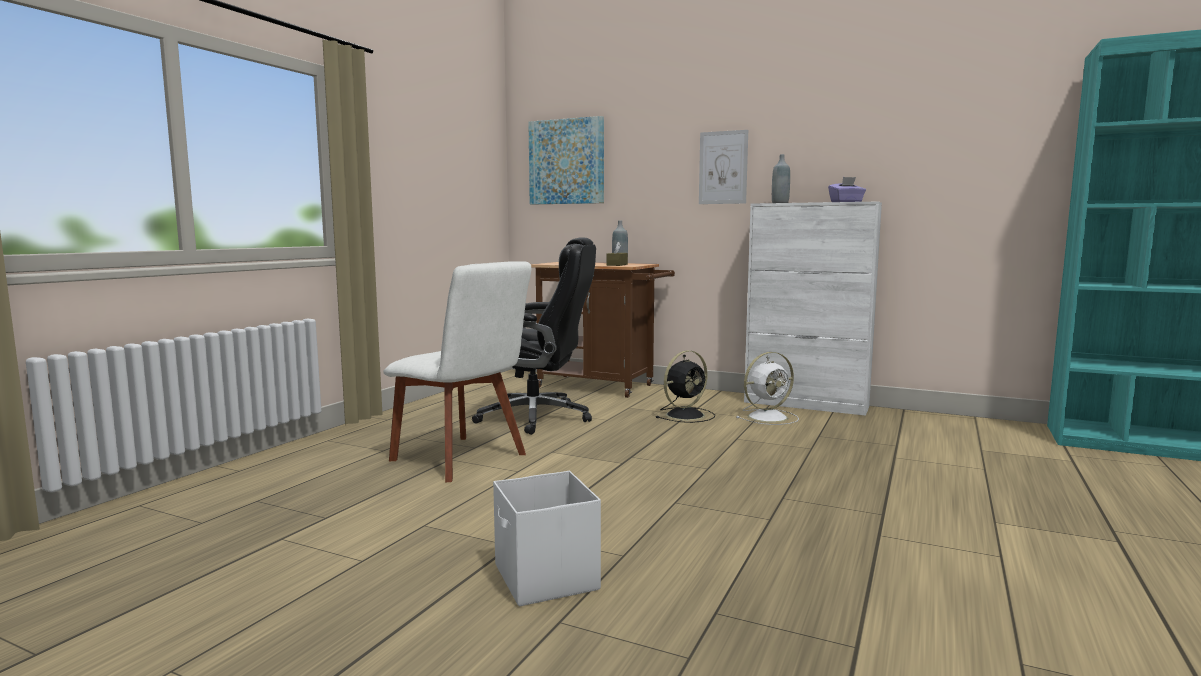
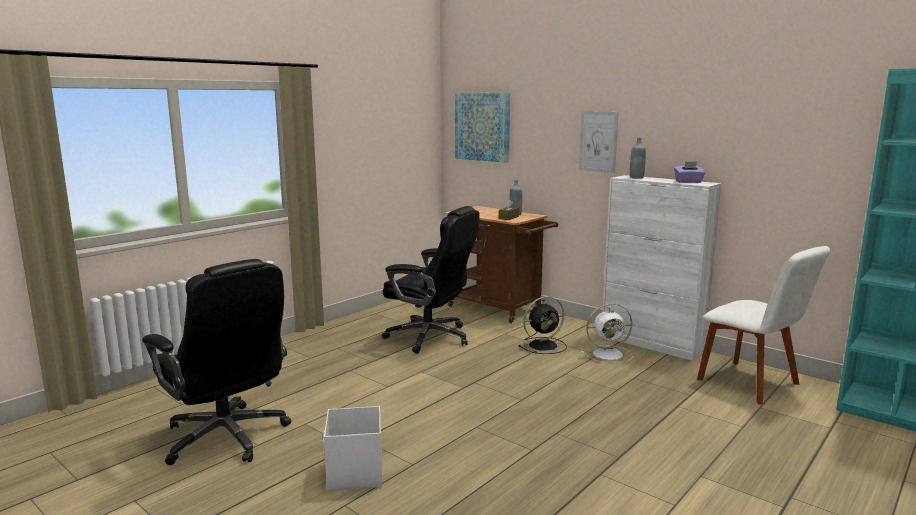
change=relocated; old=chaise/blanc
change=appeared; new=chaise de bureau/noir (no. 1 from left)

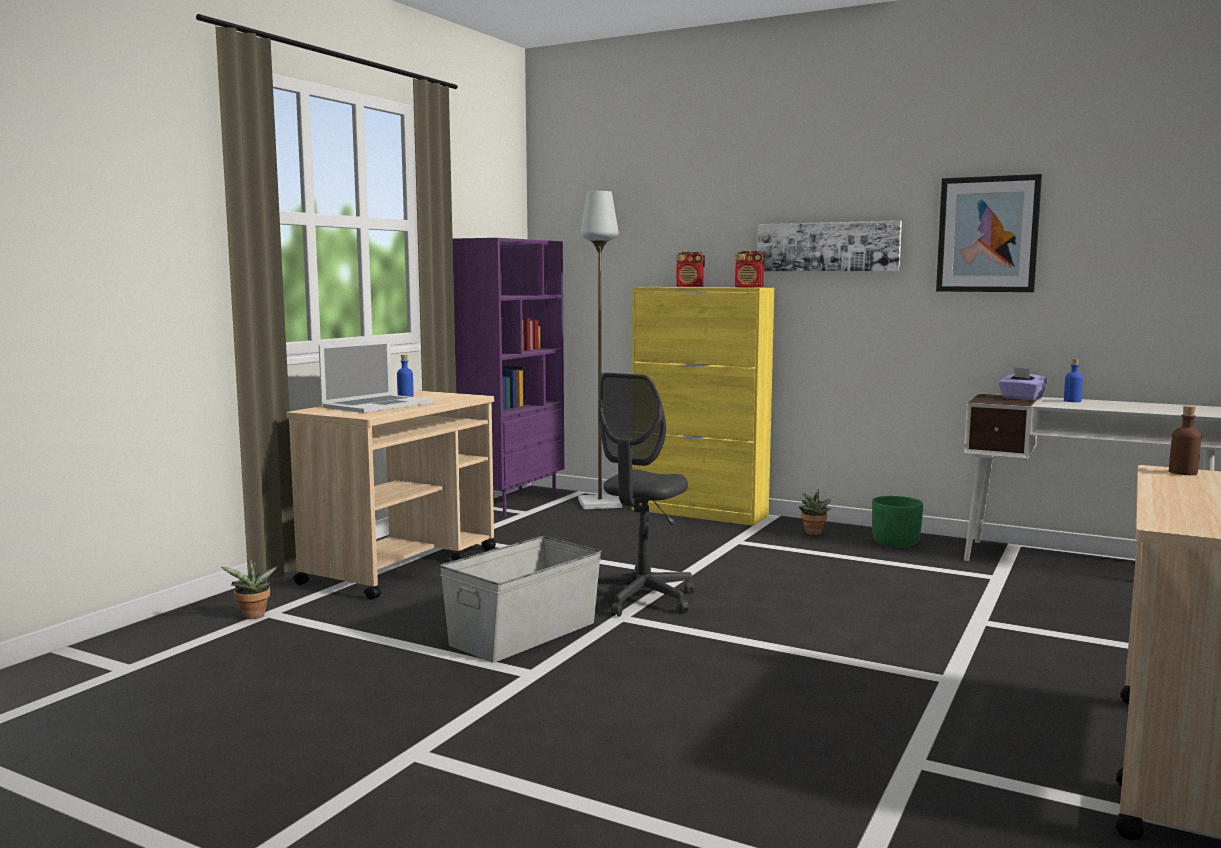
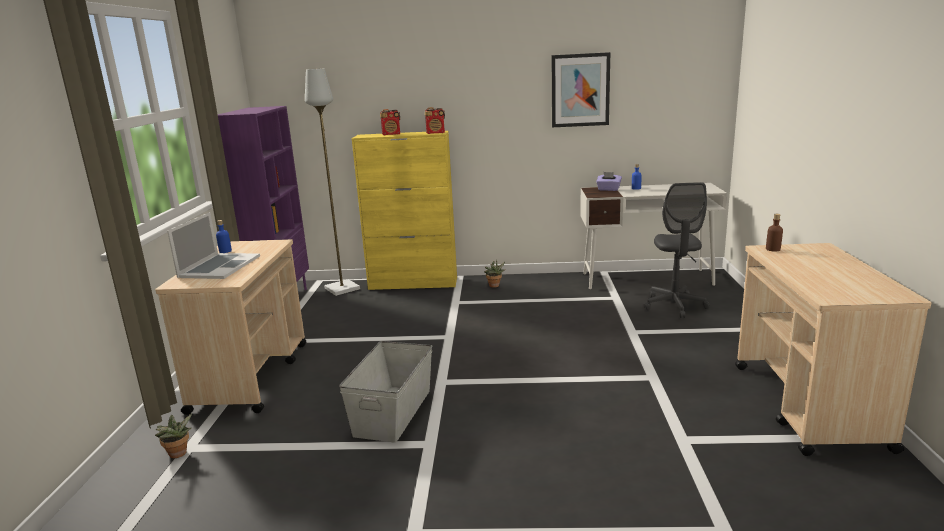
change=missing; old=tableau (no. 1 from left)
change=relocated; old=chaise de bureau/gris
change=missing; old=cache-pot/vert

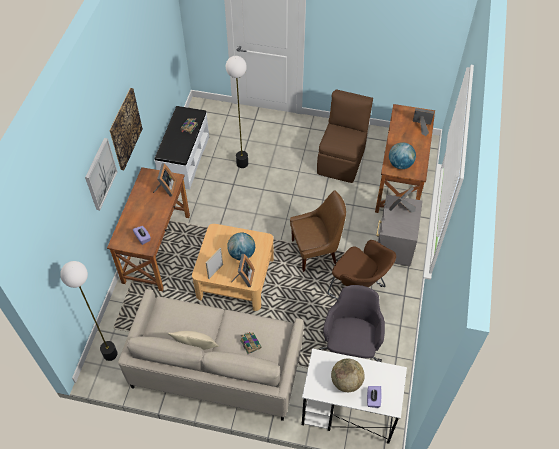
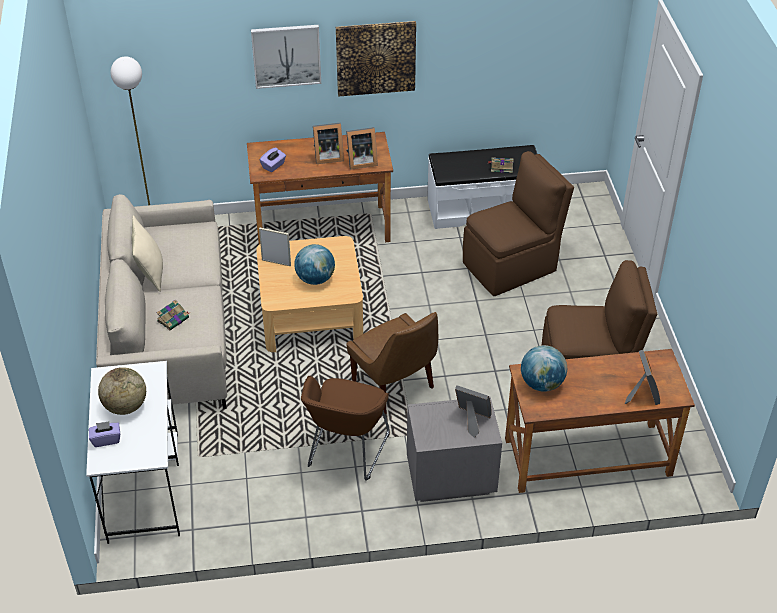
change=exchanged; old=lampadaire (no. 2 from left); new=chaise/marron (no. 2 from left)
change=relocated; old=cadre photo (no. 3 from left in the first image); new=cadre photo (no. 2 from left)
change=missing; old=chaise de bureau/gris

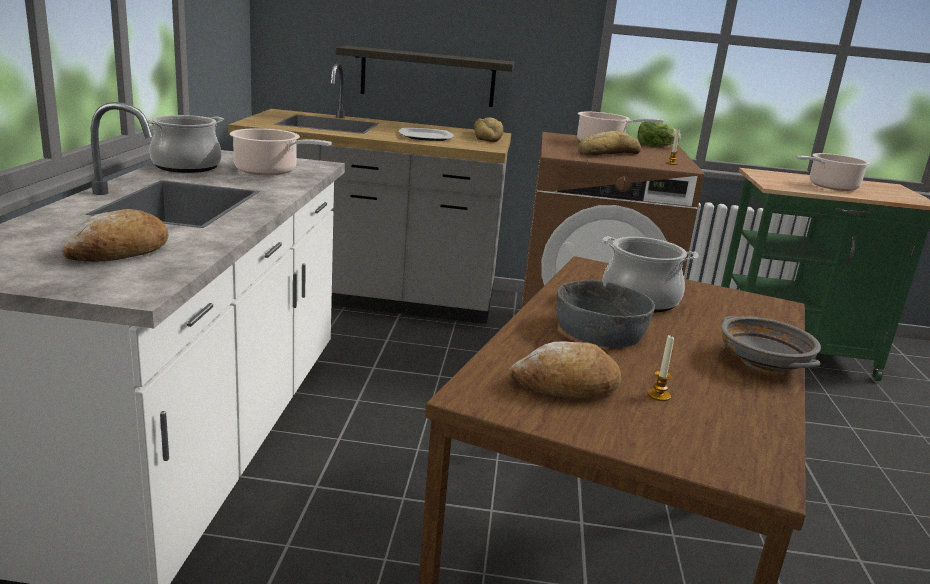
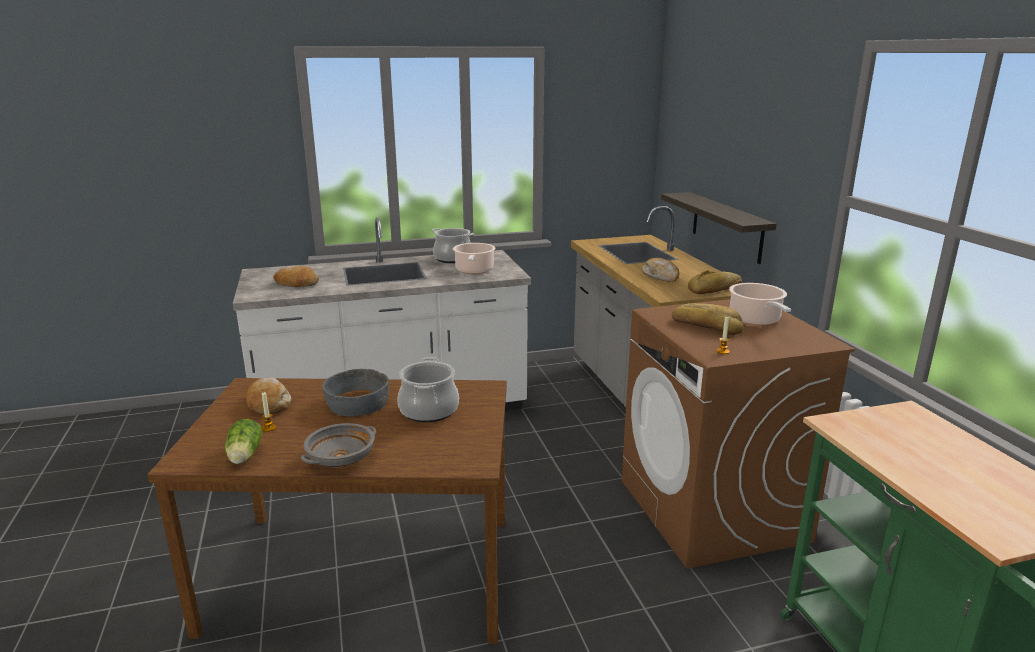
change=relocated; old=laitue
change=exchanged; old=assiette; new=pain (no. 3 from left)
change=missing; old=marmite (no. 5 from left)

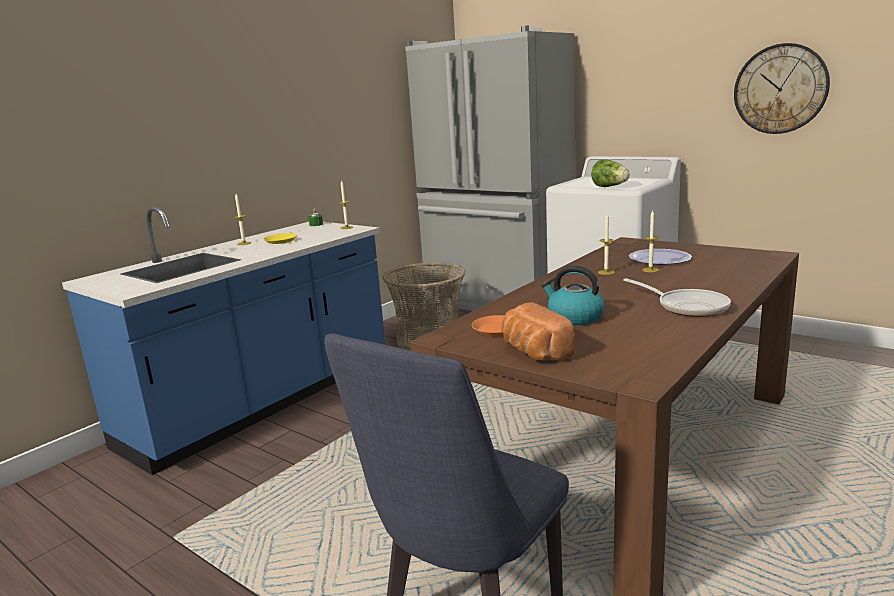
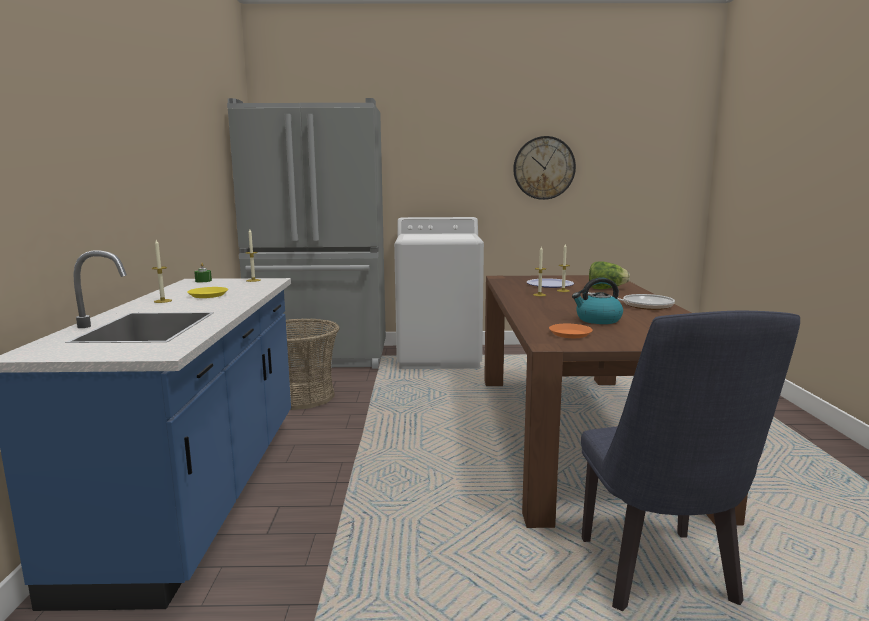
change=relocated; old=laitue
change=missing; old=pain

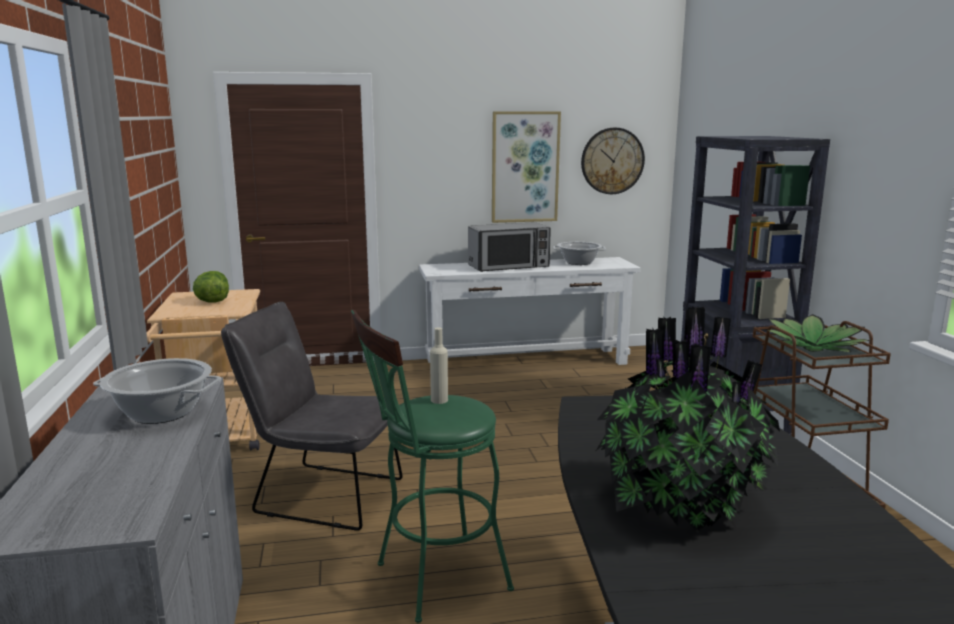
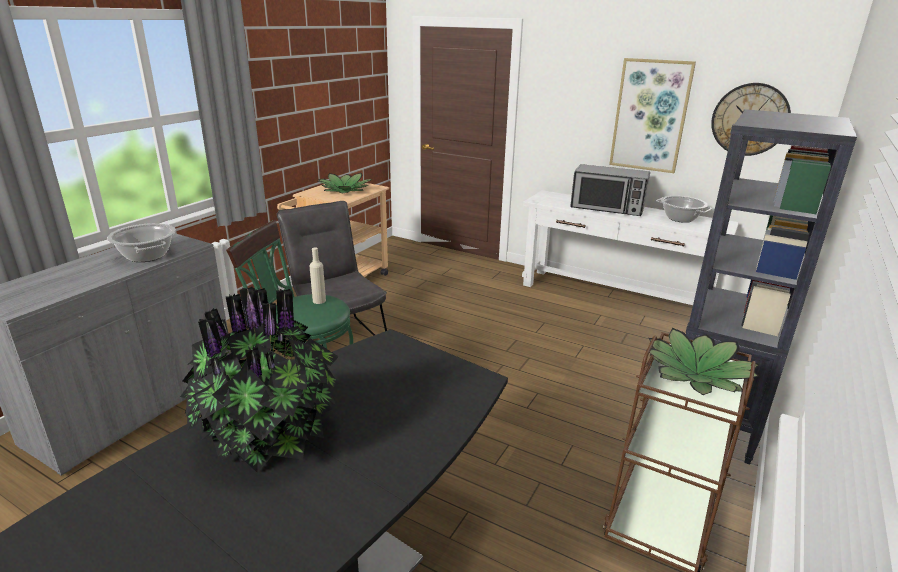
change=exchanged; old=laitue; new=plante en pot (no. 2 from left)

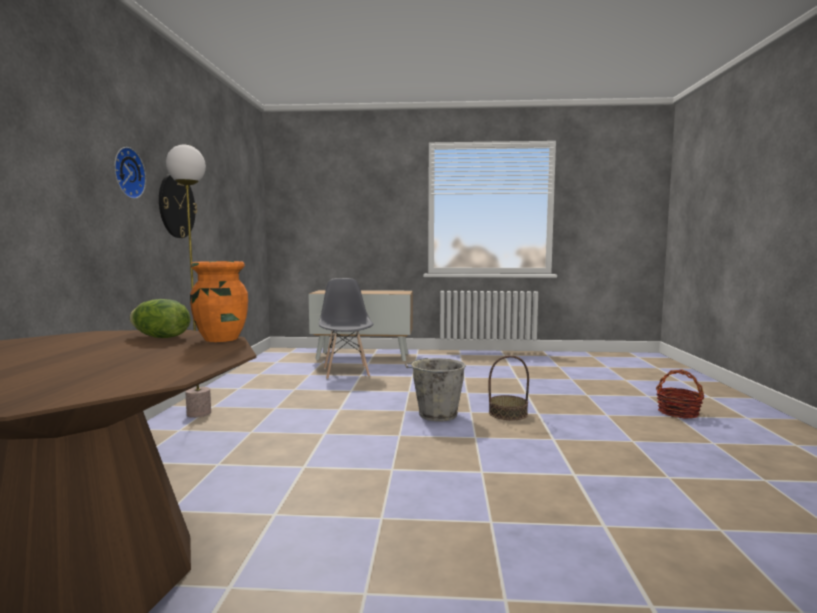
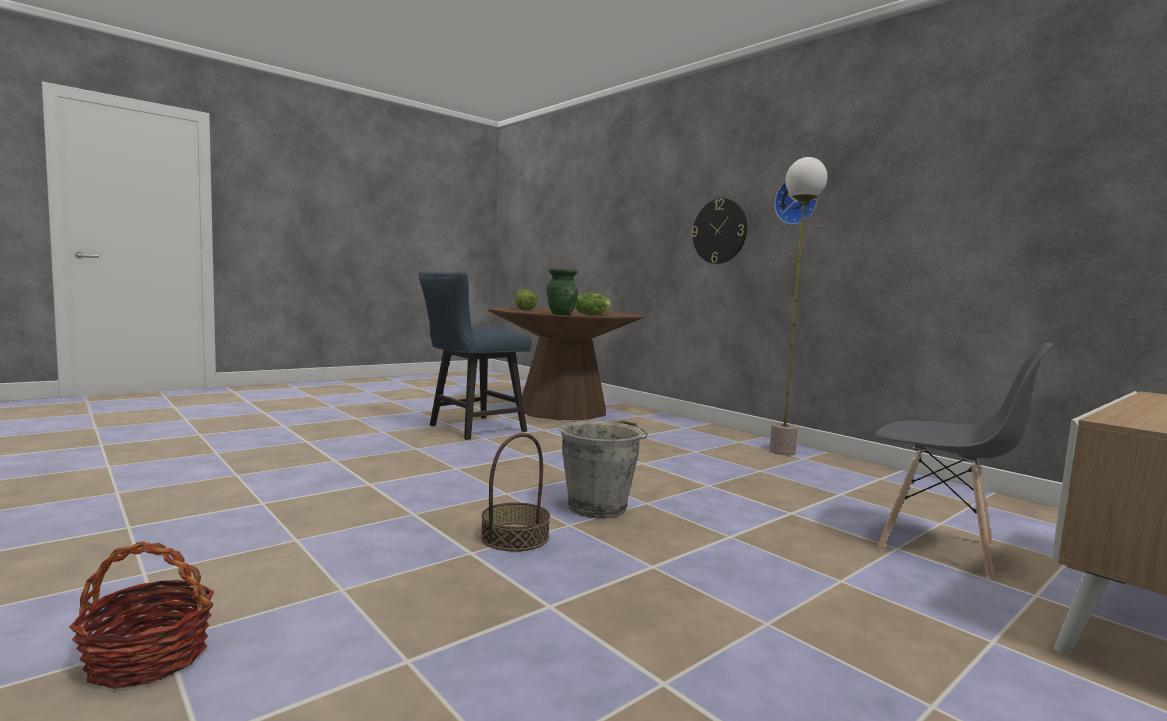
change=relocated; old=horloge murale (no. 2 from left in the first image); new=horloge murale (no. 1 from left)
change=colour; old=vase/orange; new=vase/vert
change=appeared; new=chaise/bleu
change=appeared; new=laitue (no. 1 from left)

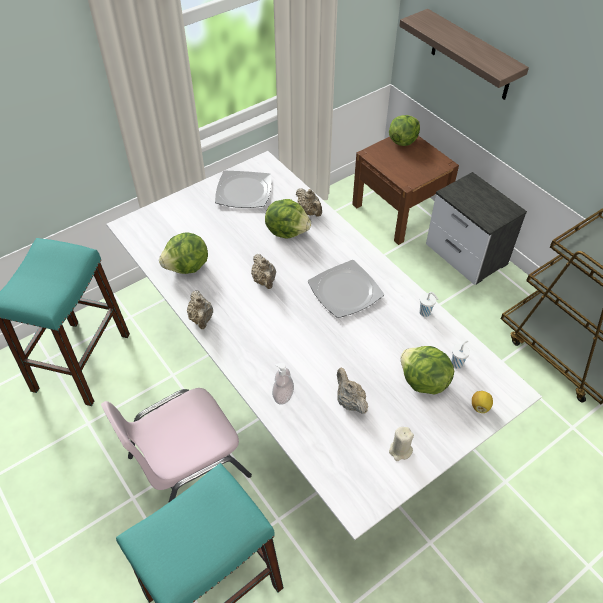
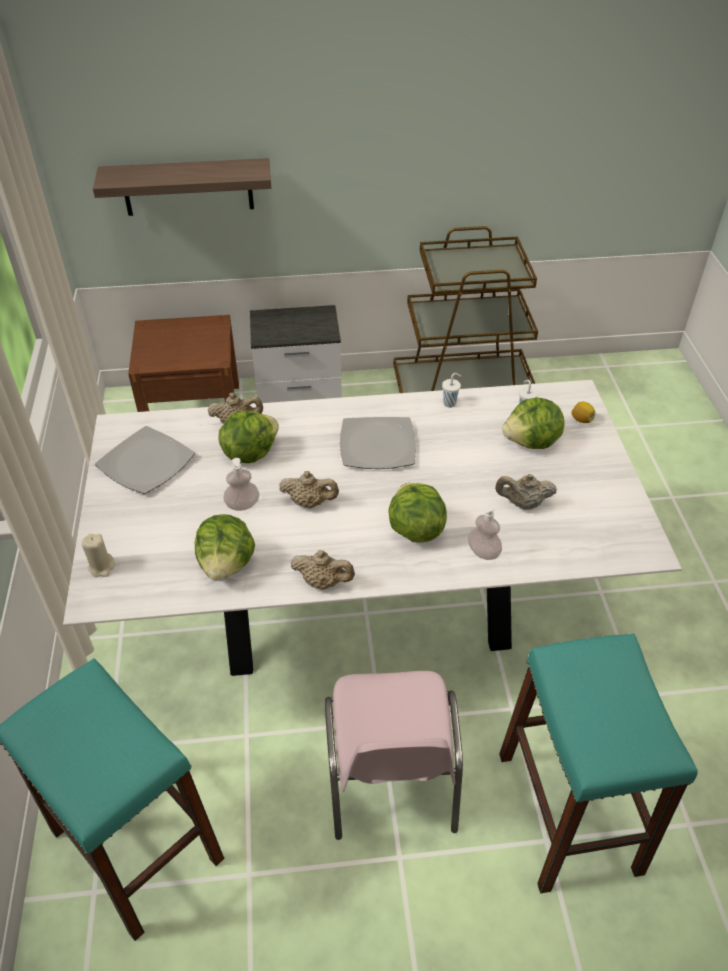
change=relocated; old=laitue (no. 3 from left)
change=relocated; old=bougie/beige
change=appeared; new=distributeur de savon (no. 1 from left)

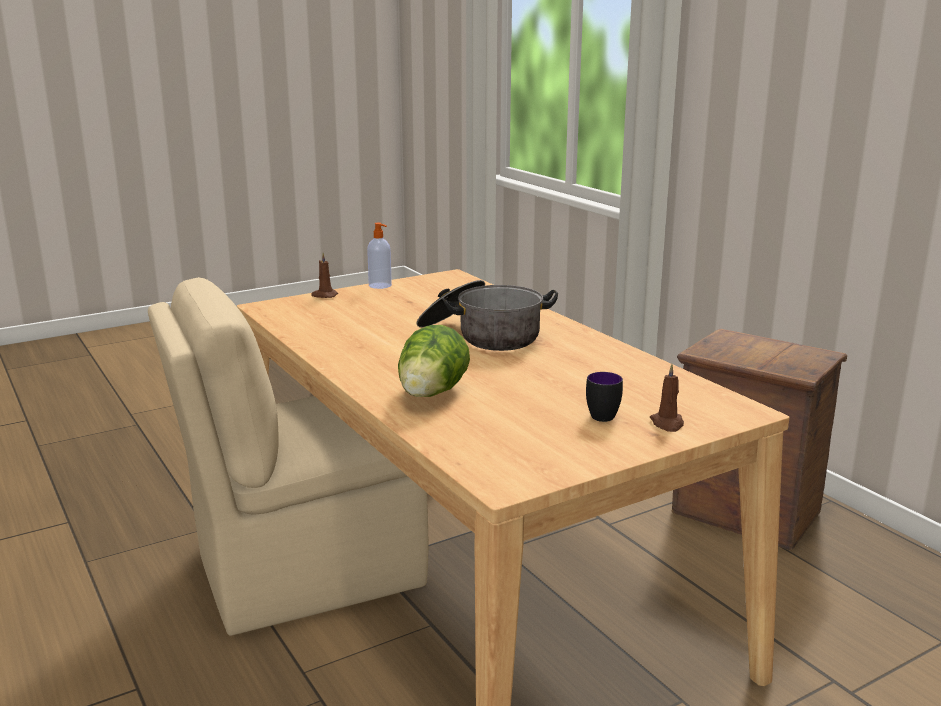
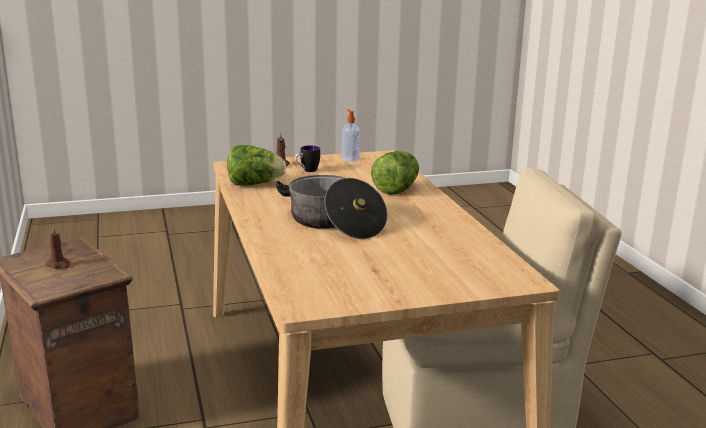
change=relocated; old=distributeur de savon
change=relocated; old=bougie/marron (no. 1 from left)
change=appeared; new=laitue (no. 1 from left)

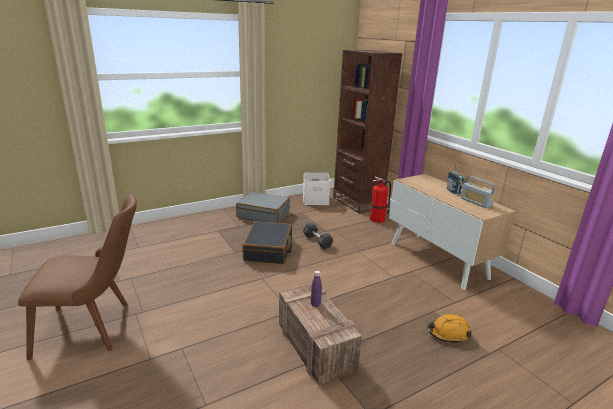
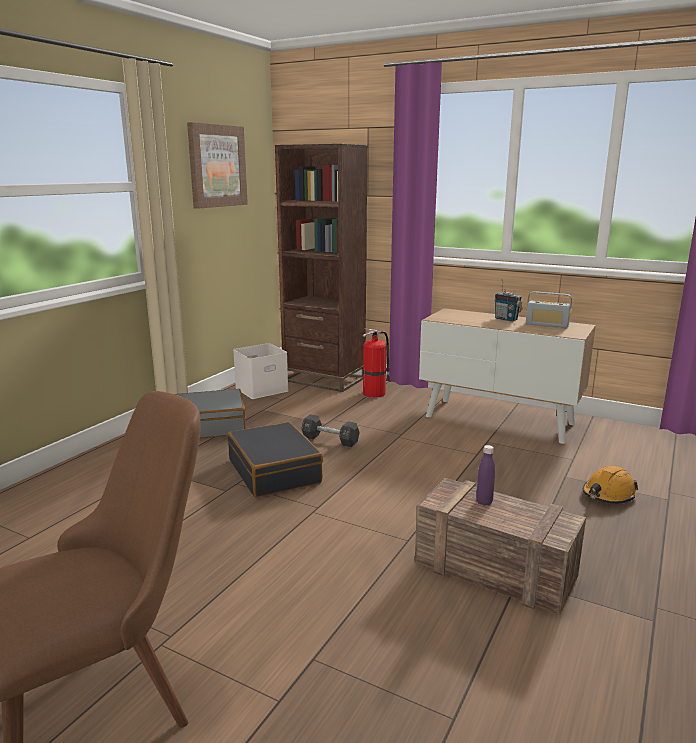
change=appeared; new=tableau

